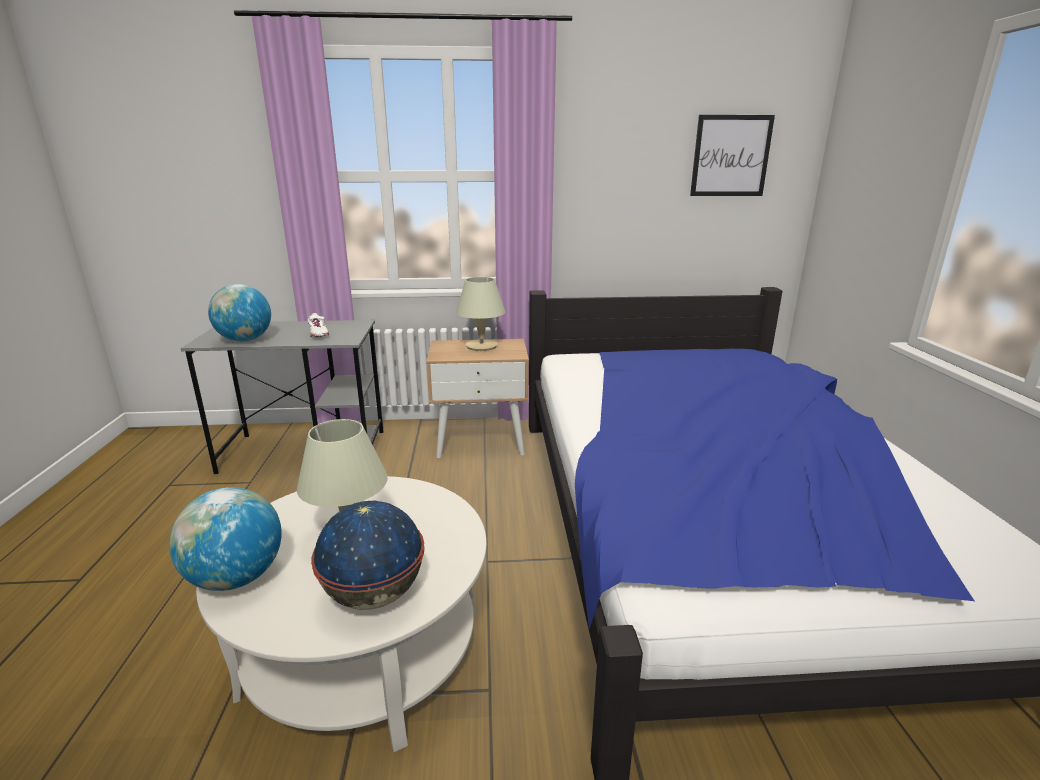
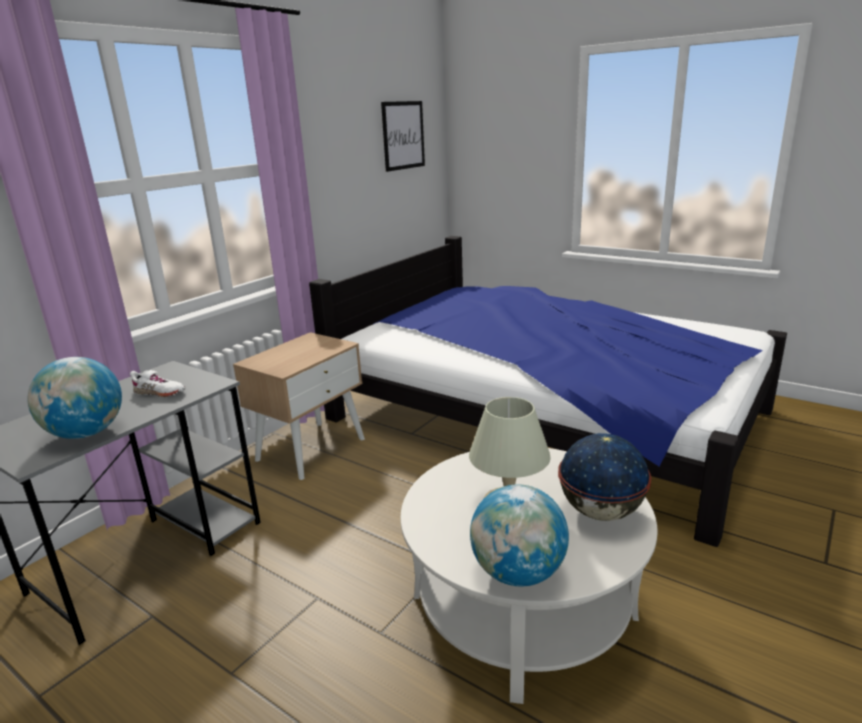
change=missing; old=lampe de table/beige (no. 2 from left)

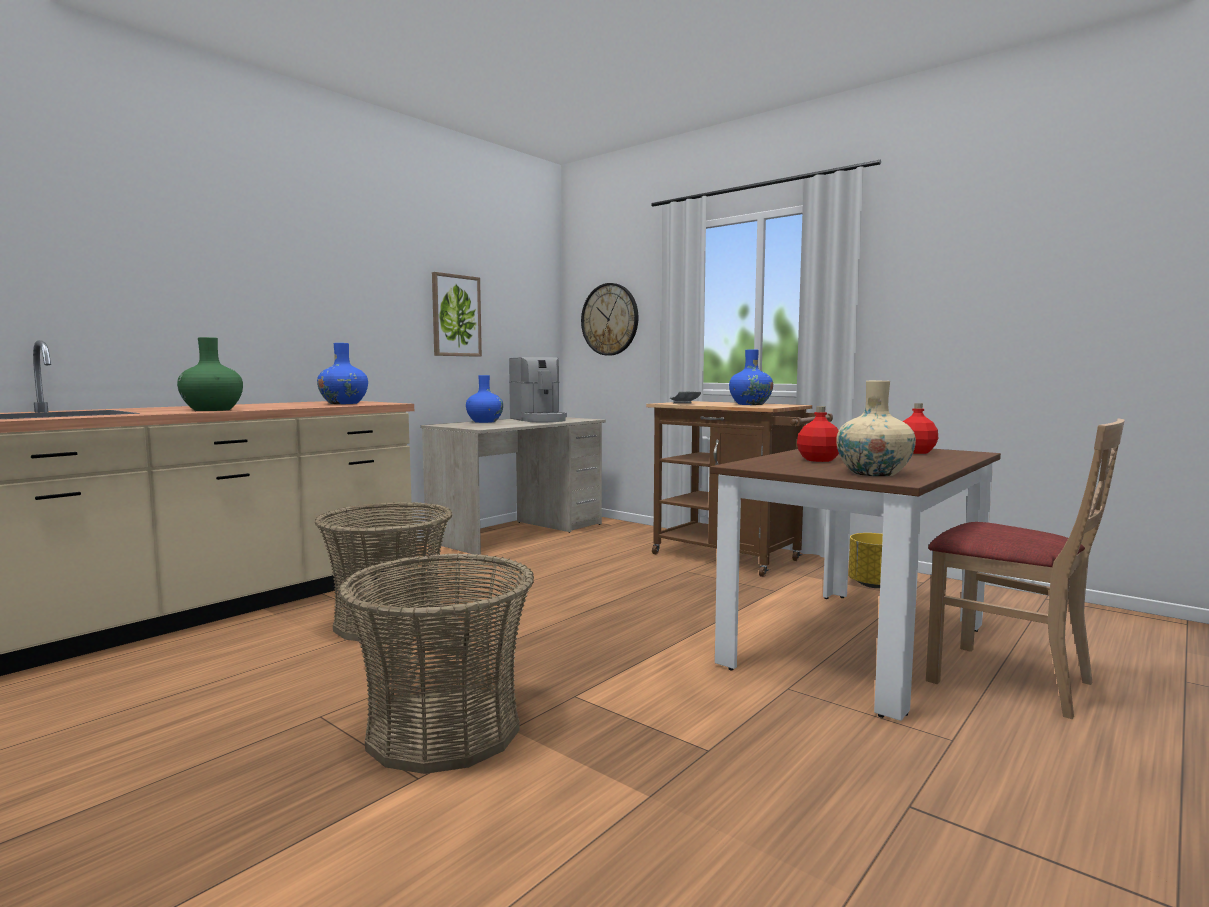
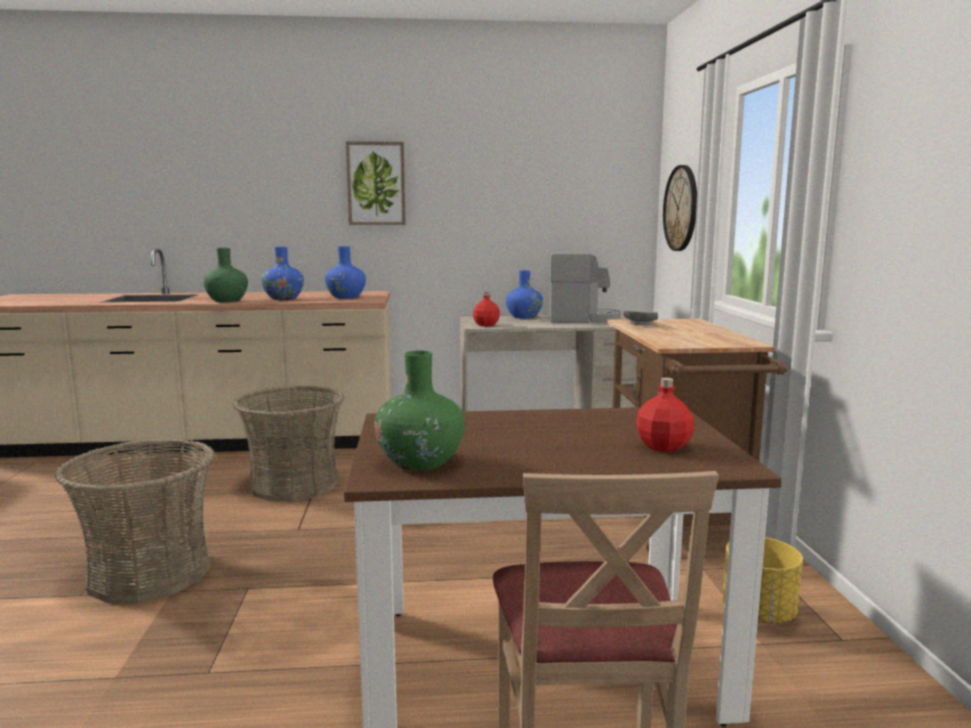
change=relocated; old=tableau
change=relocated; old=vase/bleu (no. 3 from left in the first image); new=vase/bleu (no. 1 from left)
change=spun; old=machine à café; degrees=-105
change=colour; old=vase/beige; new=vase/vert (no. 2 from left)
change=relocated; old=bouteille/rouge (no. 1 from left)

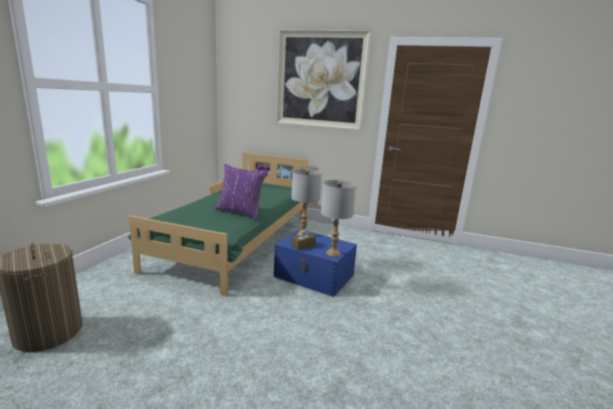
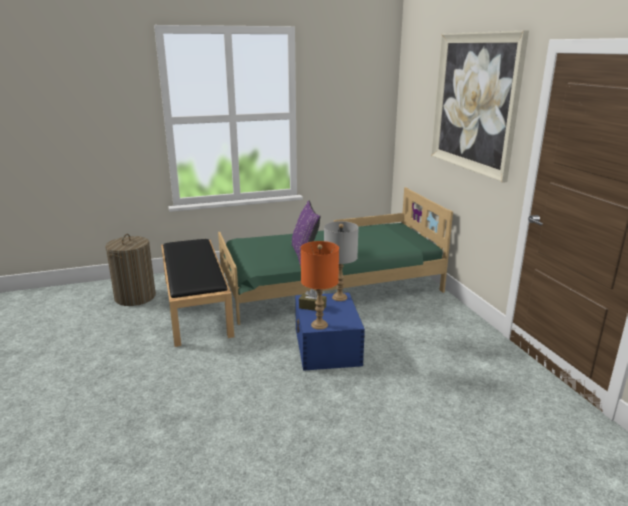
change=colour; old=lampe de table/gris (no. 2 from left); new=lampe de table/orange
change=appeared; new=banc/noir

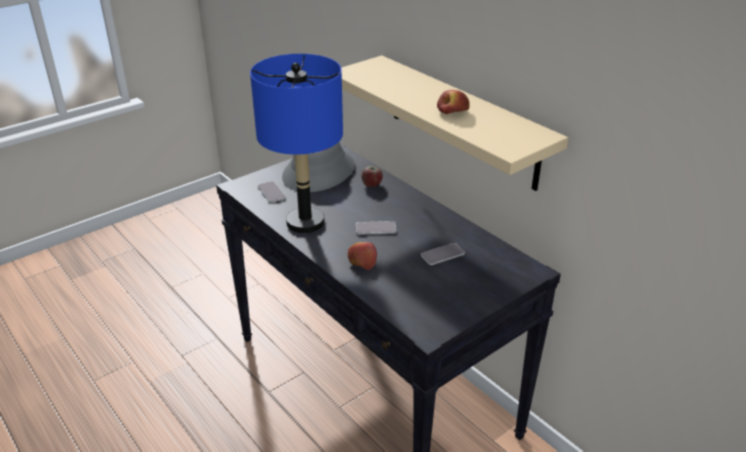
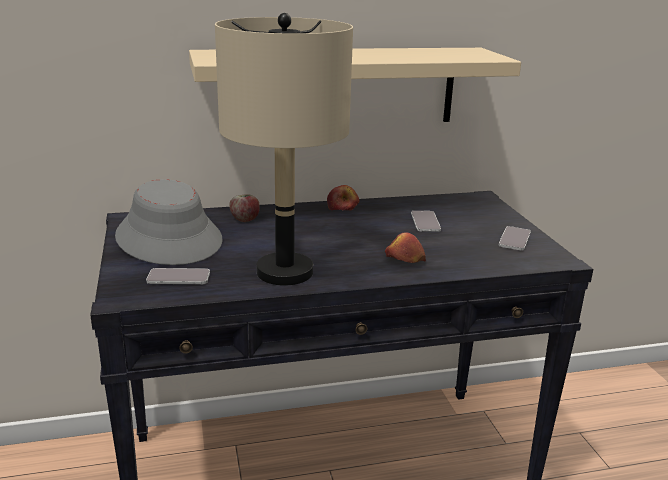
change=colour; old=lampe de table/bleu; new=lampe de table/beige
change=relocated; old=pomme (no. 3 from left in the first image); new=pomme (no. 2 from left)
change=relocated; old=téléphone (no. 2 from left in the first image); new=téléphone (no. 3 from left)

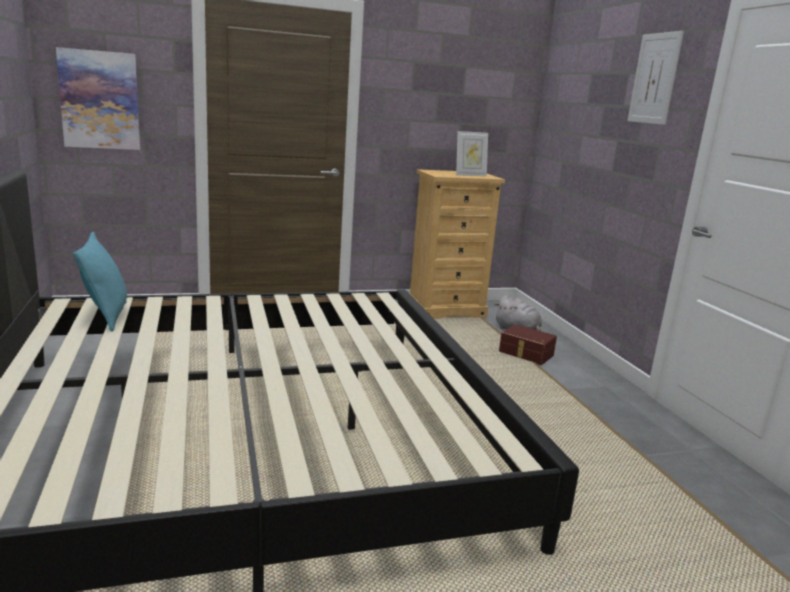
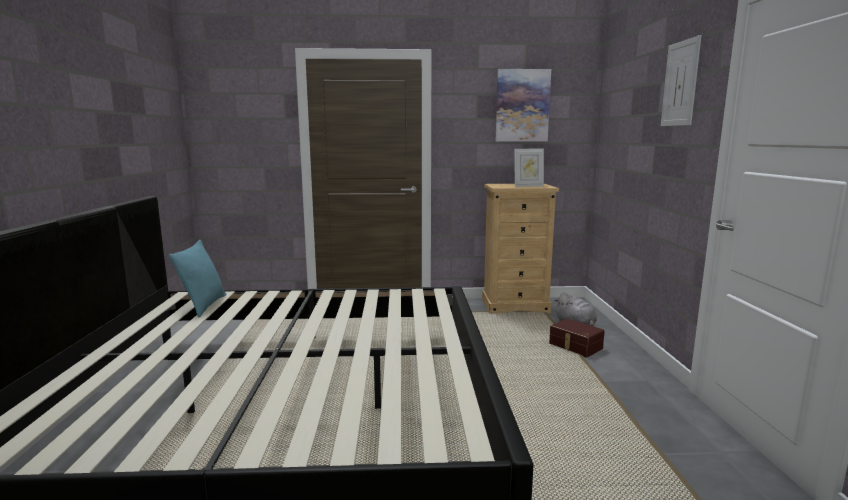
change=relocated; old=tableau (no. 1 from left)

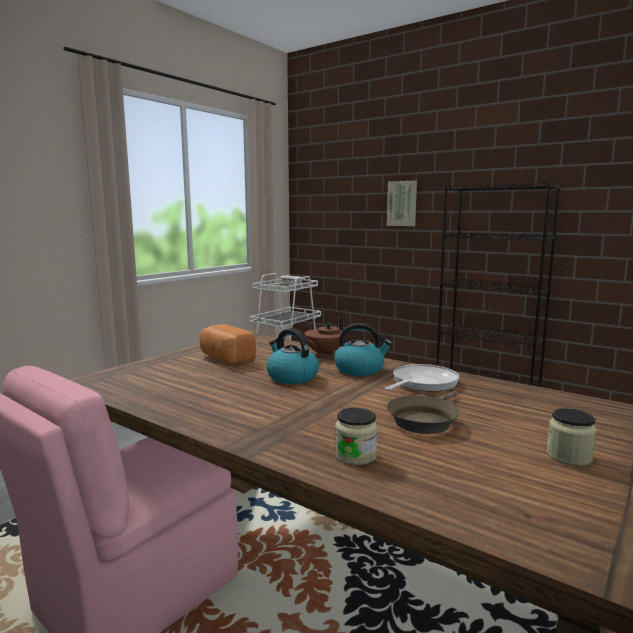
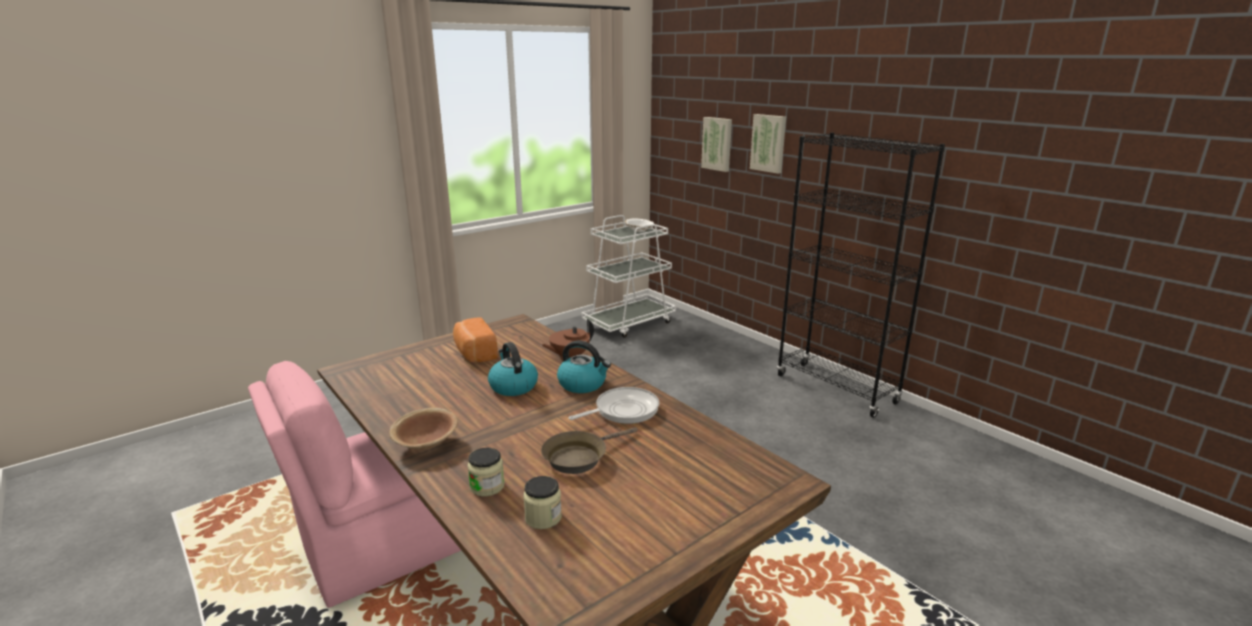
change=relocated; old=bocal (no. 2 from left)
change=appeared; new=tableau (no. 1 from left)
change=appeared; new=bol/marron

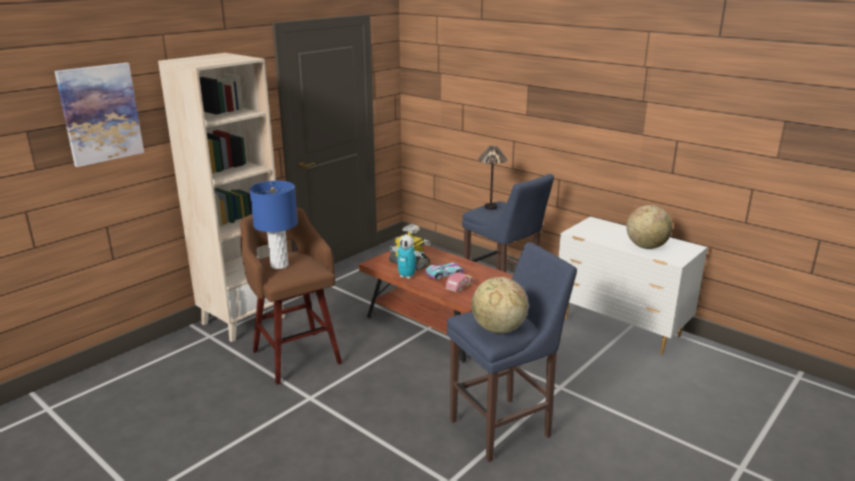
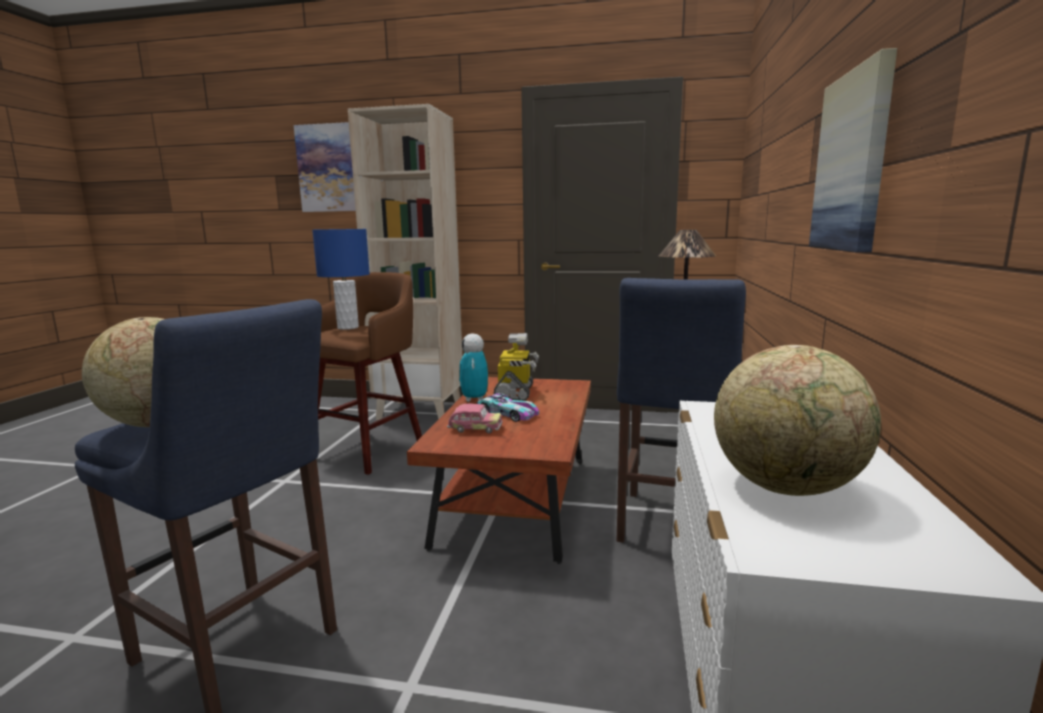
change=appeared; new=tableau (no. 2 from left)

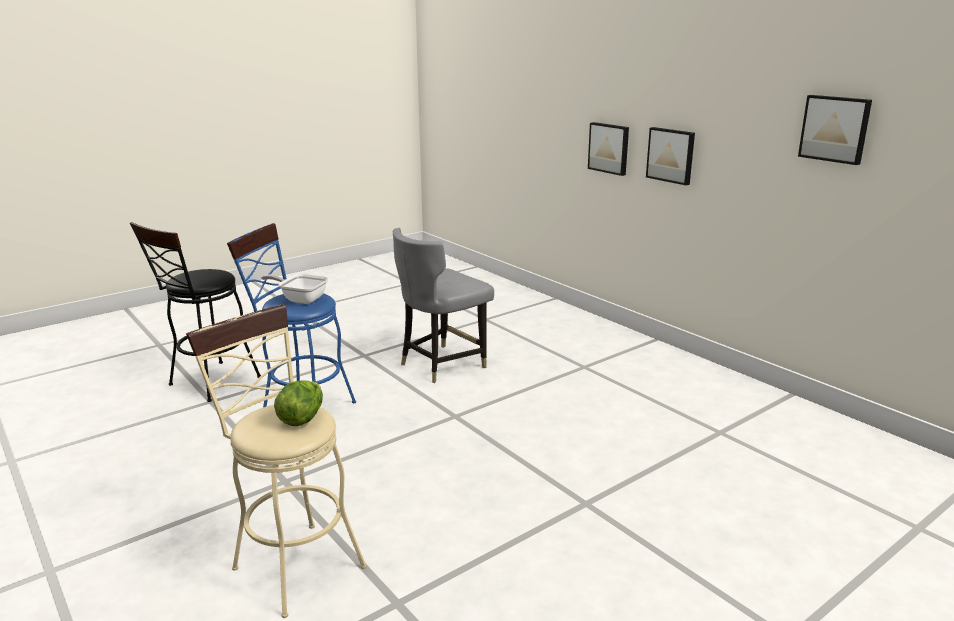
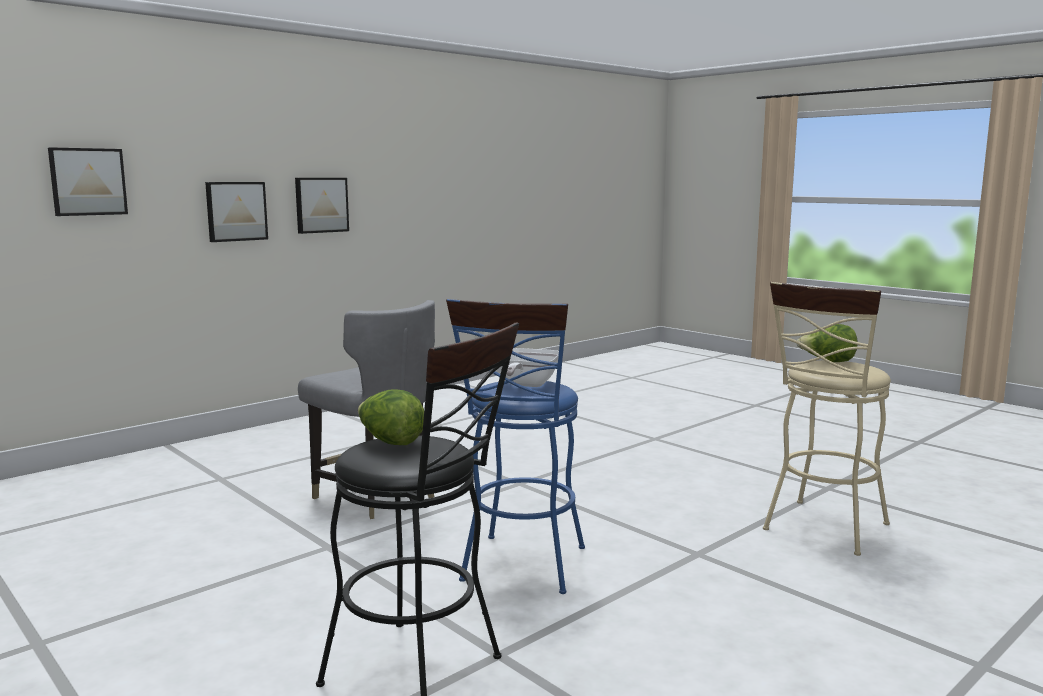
change=relocated; old=tableau (no. 3 from left in the first image); new=tableau (no. 1 from left)
change=appeared; new=laitue (no. 1 from left)

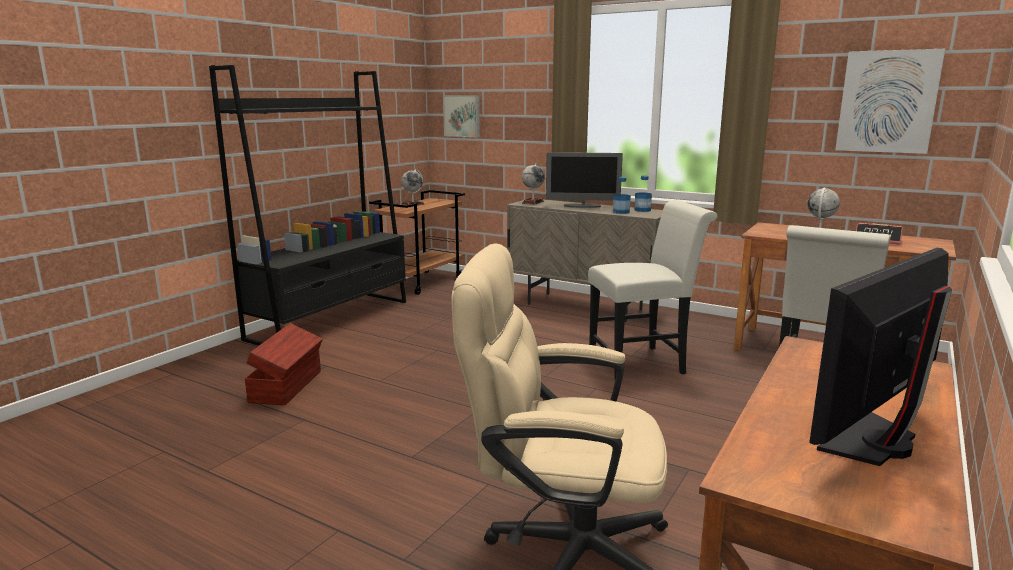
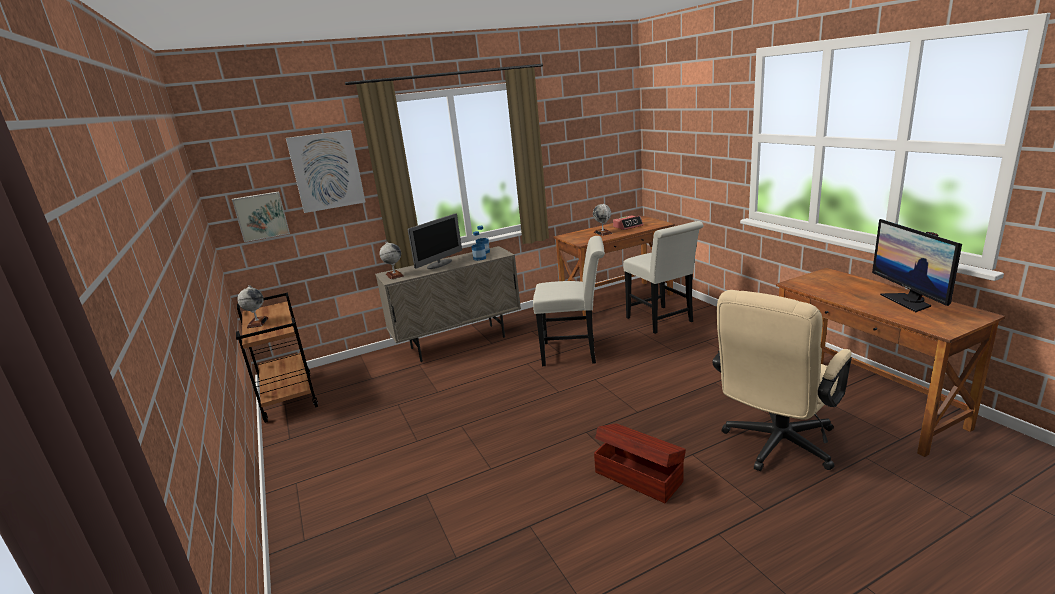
change=relocated; old=tableau (no. 2 from left)
change=missing; old=bibliothèque/noir
change=spun; old=chaise/blanc (no. 1 from left); degrees=75
change=relocated; old=boîte de rangement/marron

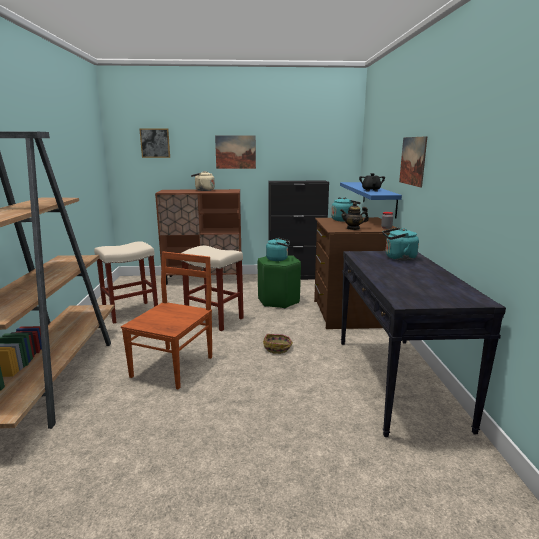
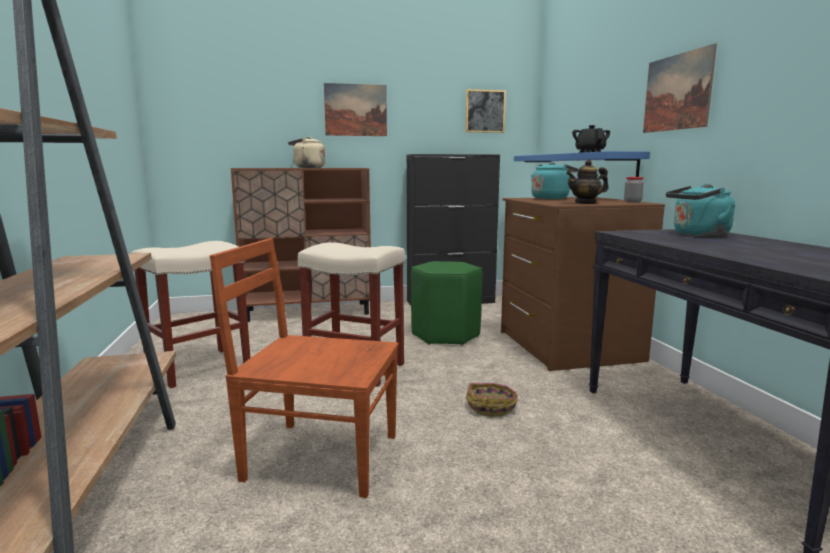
change=relocated; old=tableau (no. 1 from left in the first image); new=tableau (no. 2 from left)
change=missing; old=bouilloire/turquoise (no. 1 from left)
change=spun; old=chaise/marron; degrees=-90

